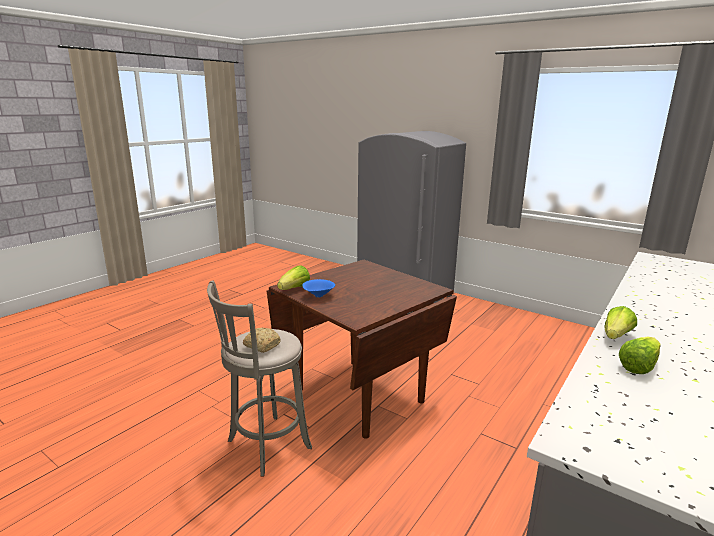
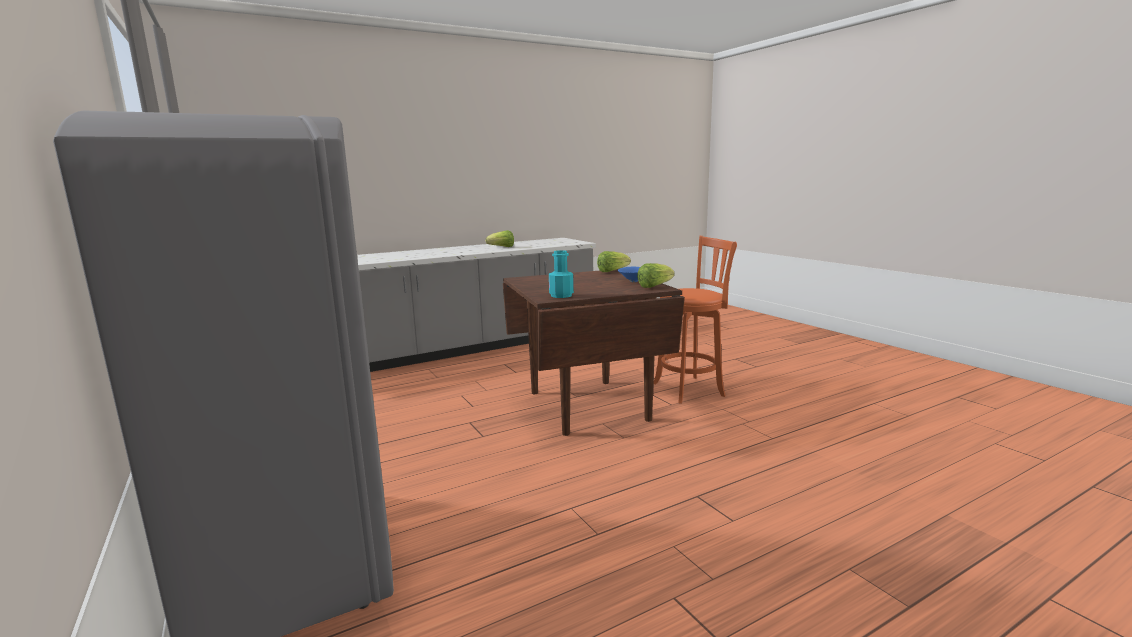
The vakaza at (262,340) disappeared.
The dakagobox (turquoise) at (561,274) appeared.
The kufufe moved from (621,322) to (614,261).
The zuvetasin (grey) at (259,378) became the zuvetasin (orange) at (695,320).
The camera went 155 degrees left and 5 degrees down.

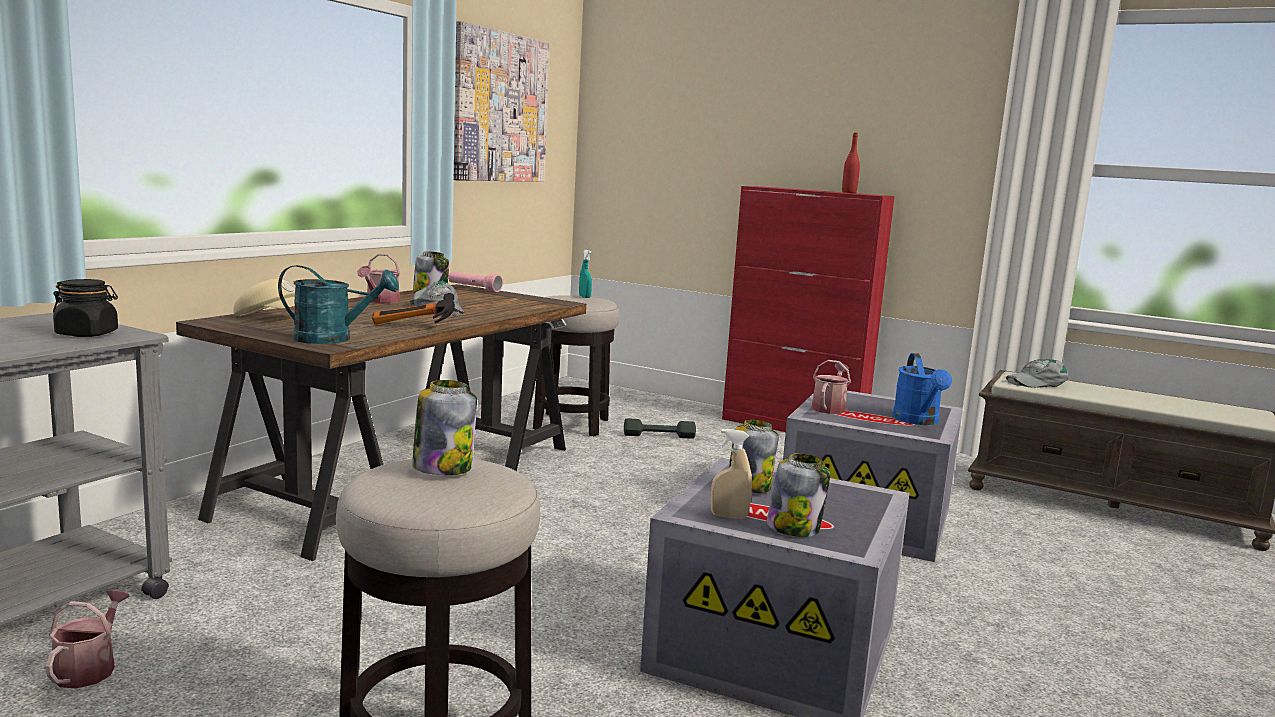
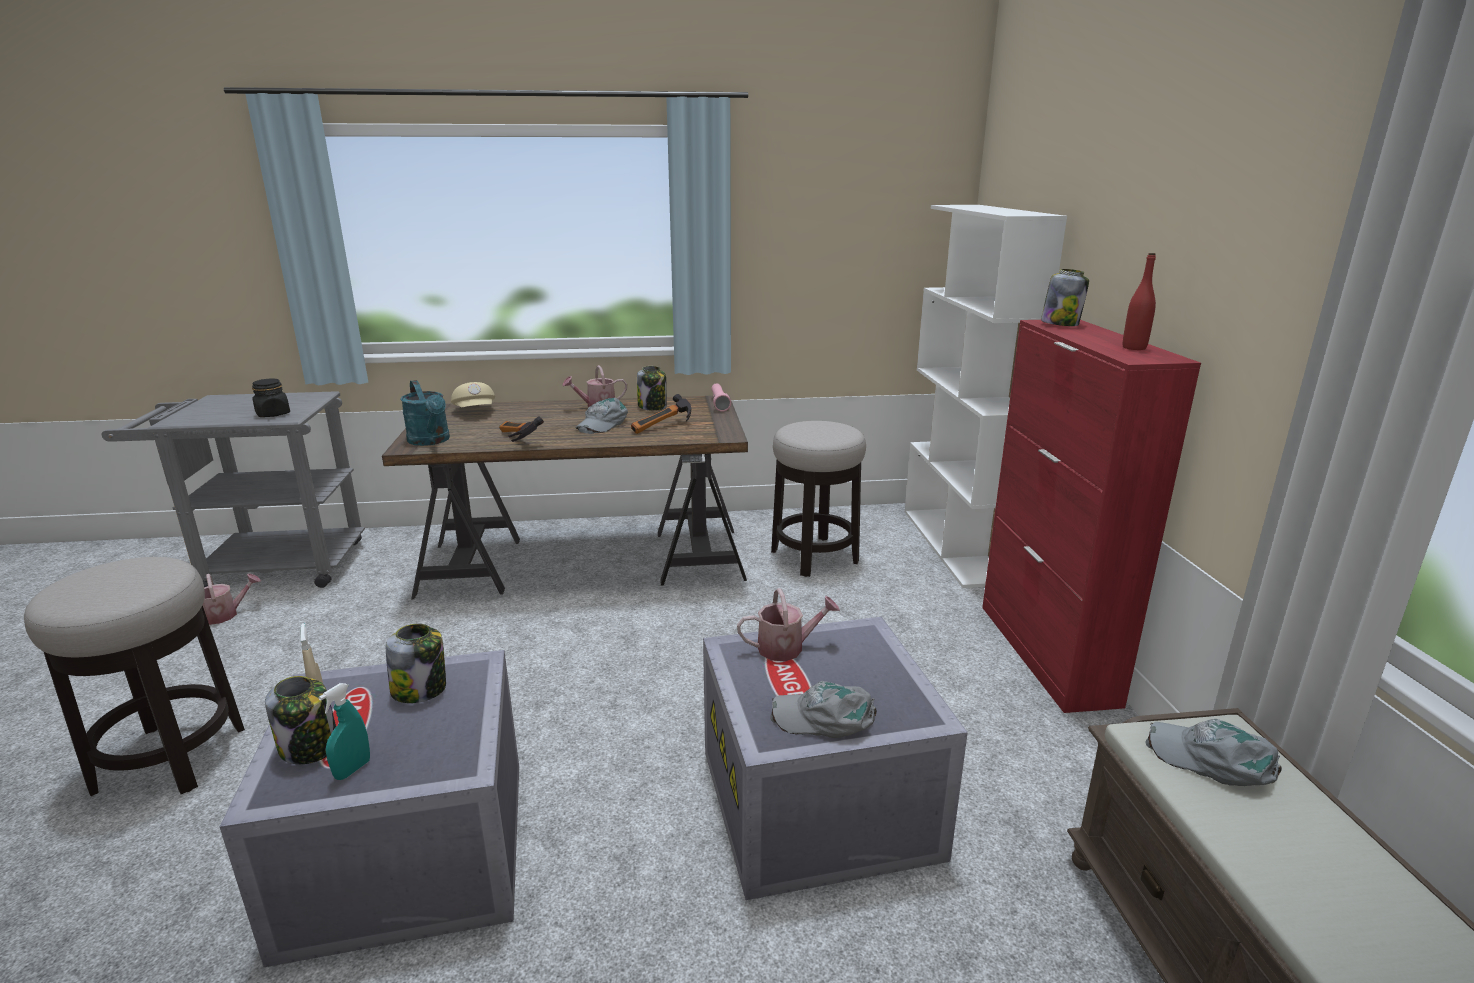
The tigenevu at (502,101) disappeared.
The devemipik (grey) at (660,428) disappeared.
The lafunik at (661,414) appeared.
The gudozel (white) at (986,396) appeared.
The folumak moved from (444,427) to (1065,297).
The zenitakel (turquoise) moved from (585,274) to (344,731).
The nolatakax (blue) at (922,389) was replaced by the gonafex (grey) at (823,709).
The camera went 55 degrees right and 10 degrees up.

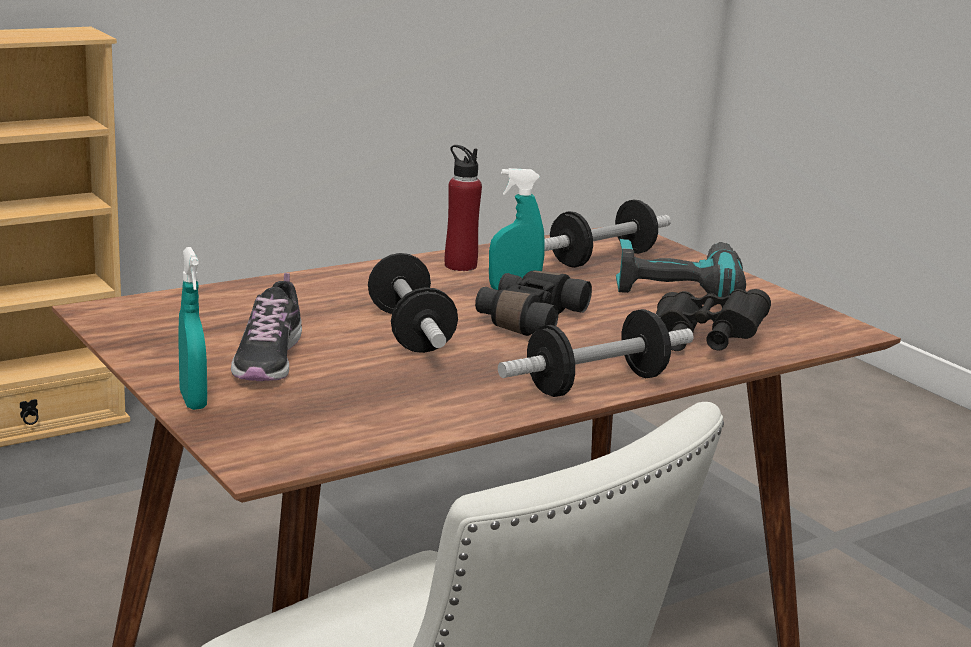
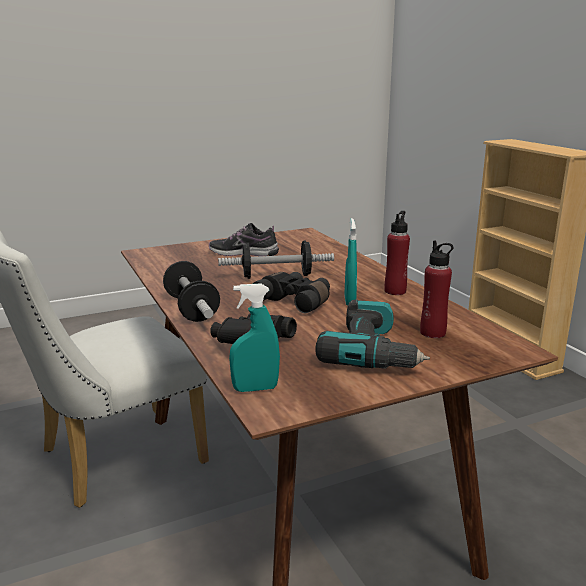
The zenitakel (turquoise) moved from (192,328) to (254,338).
The devemipik at (608,234) was replaced by the dakagobox (red) at (436,289).
The camera went 100 degrees right and 0 degrees up.

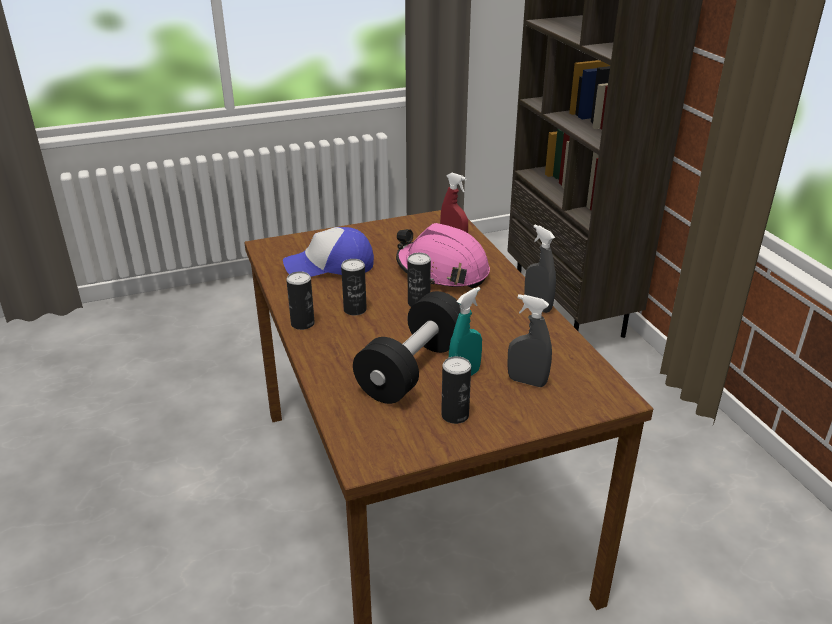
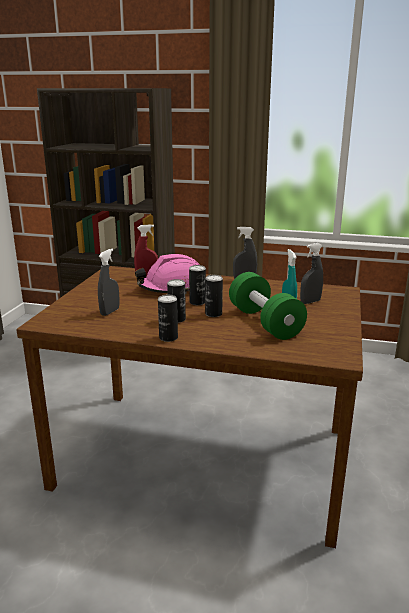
The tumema moved from (456,390) to (214,296).
The gonafex at (328,252) was replaced by the zenitakel (grey) at (109,282).
The devemipik (black) at (407,347) became the devemipik (green) at (268,306).
The camera went 55 degrees left and 10 degrees down.

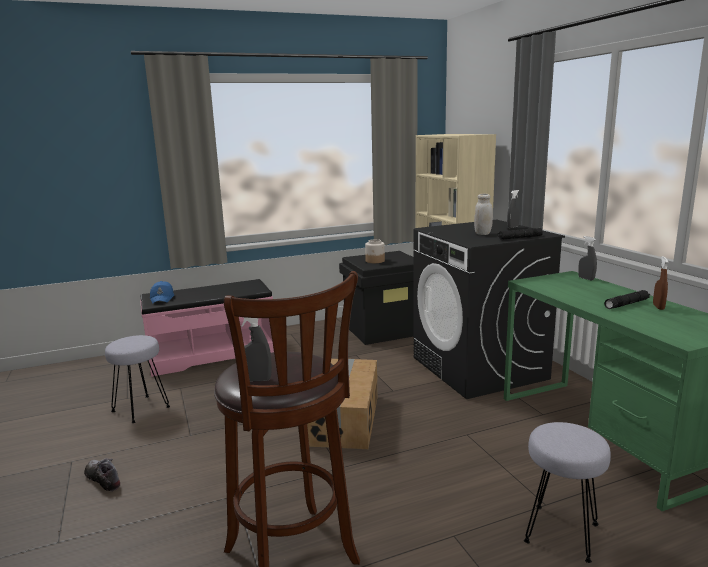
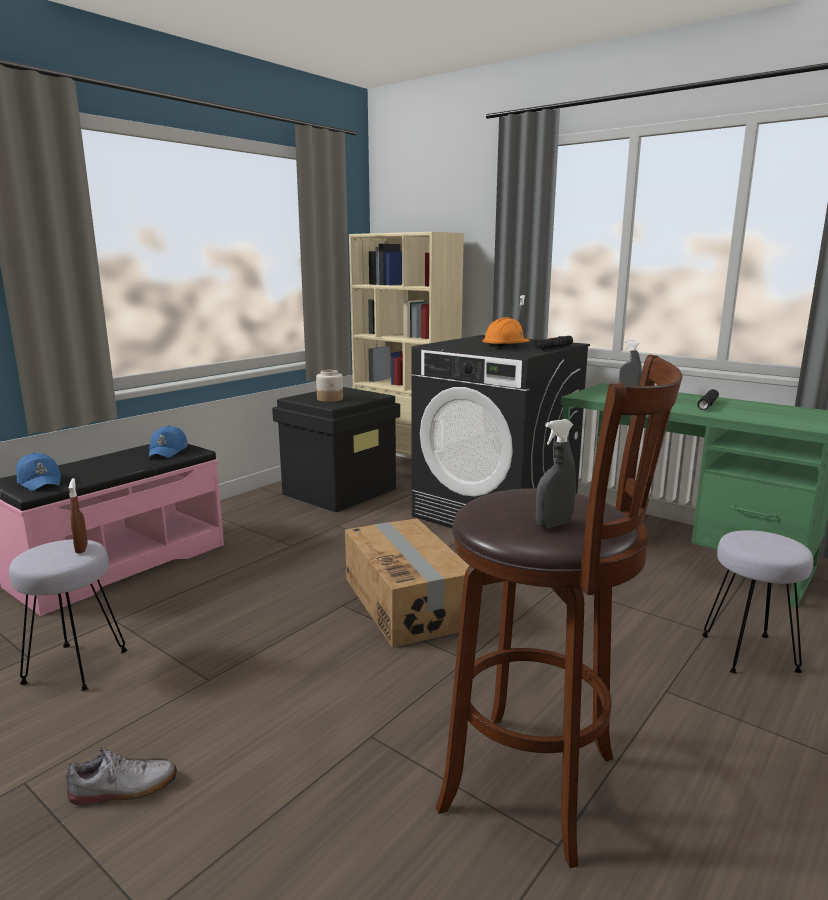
The gonafex (blue) at (168,442) appeared.
The zenitakel (brown) moved from (661,283) to (78,516).
The folumak (white) at (483,214) was replaced by the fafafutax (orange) at (506,332).
The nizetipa at (102,475) turned 150 degrees clockwise.
The camera went 30 degrees left and 0 degrees up.

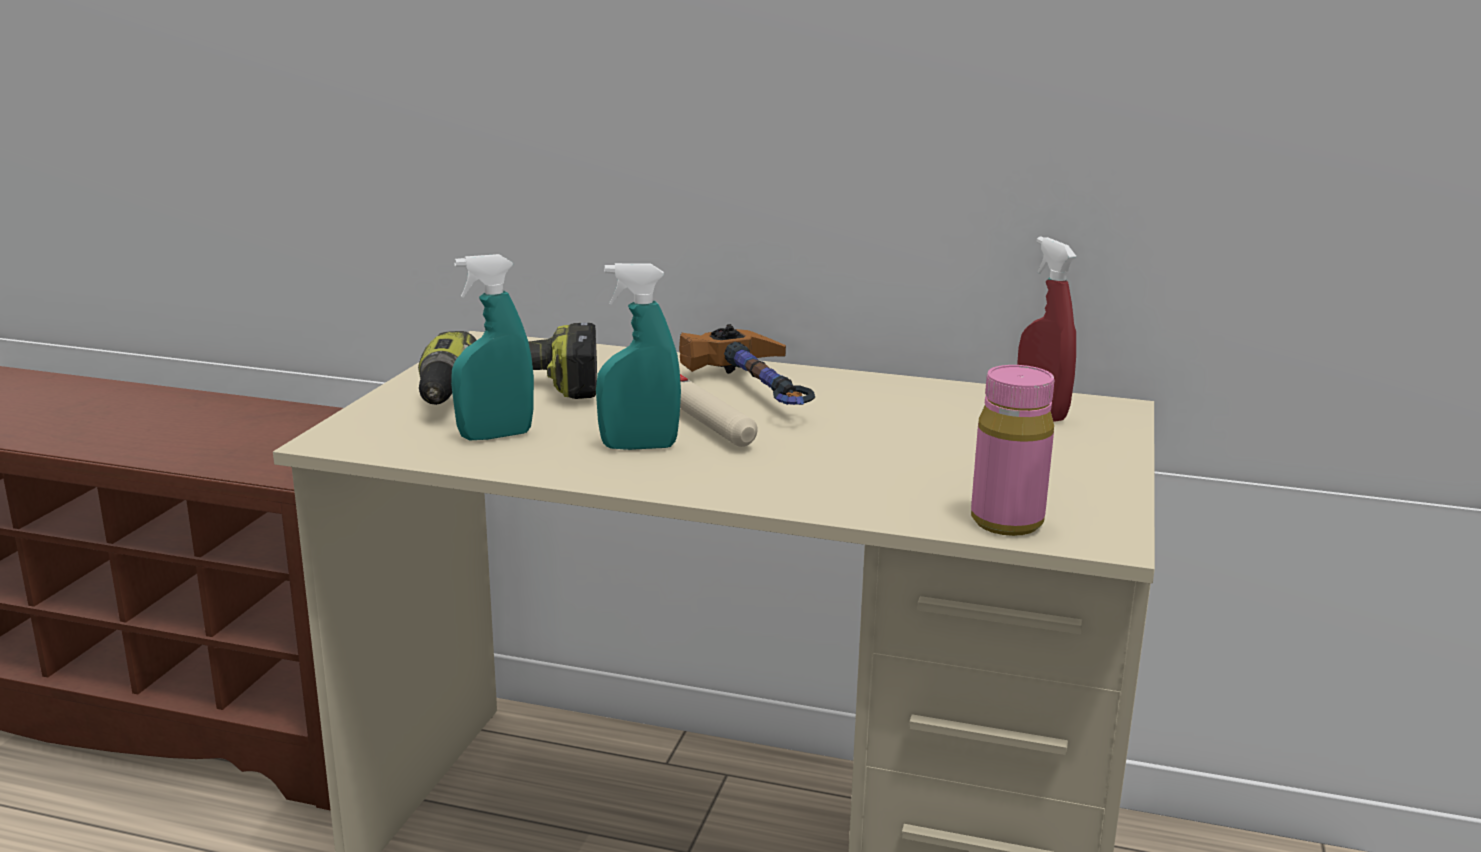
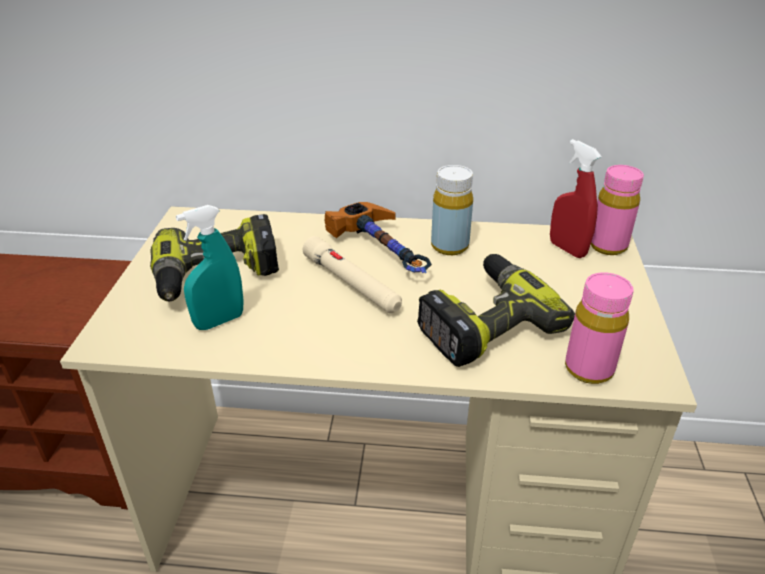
The zenitakel (turquoise) at (638,356) disappeared.
The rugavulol at (496,310) appeared.
The dakagobox (yellow) at (452,210) appeared.
The dakagobox (pink) at (617,210) appeared.
The camera went 10 degrees left and 15 degrees up.

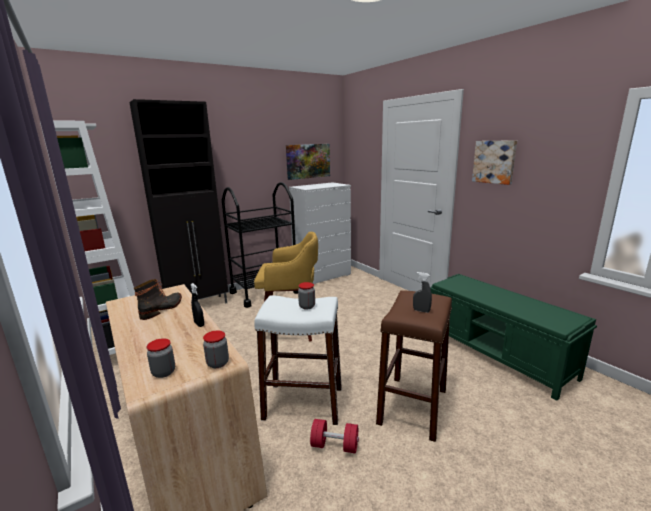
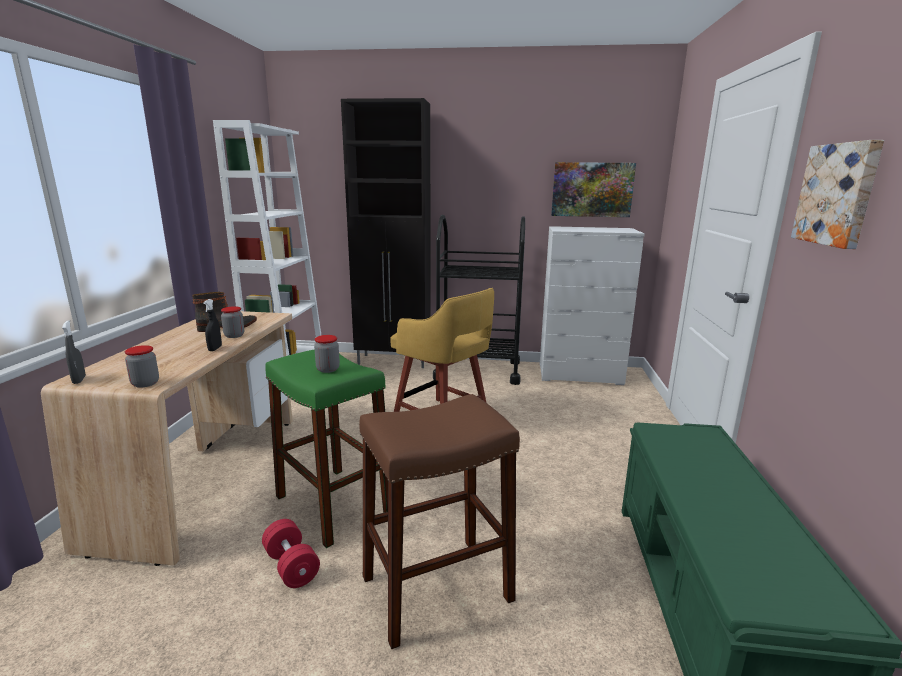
The folumak moved from (161,358) to (232,322).
The zenitakel (grey) moved from (422,292) to (74,352).
The zuvetasin (white) at (298,360) became the zuvetasin (green) at (326,448).
The camera went 40 degrees right and 0 degrees up.

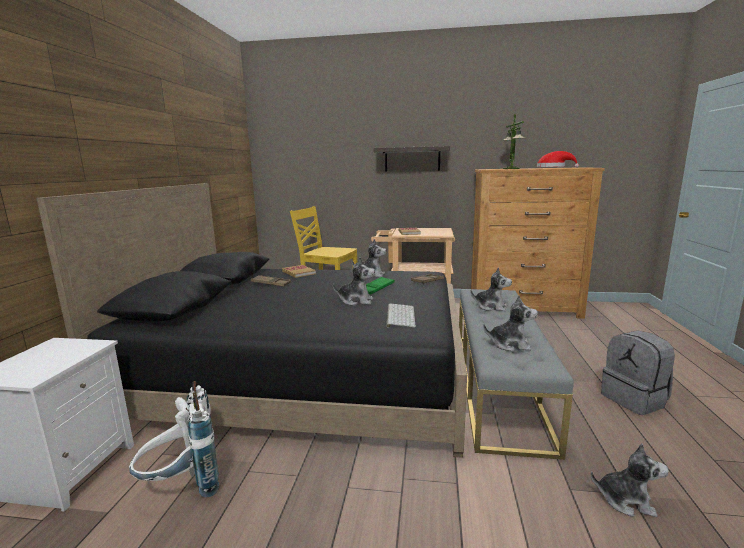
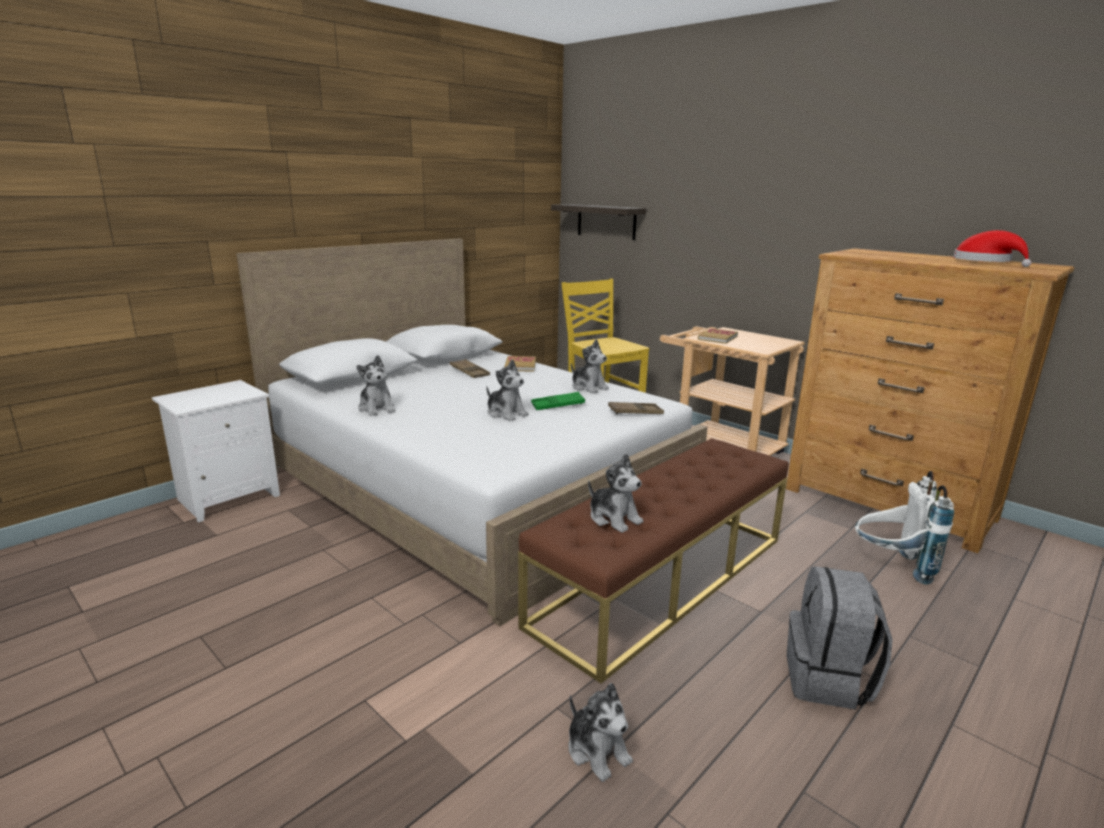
The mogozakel at (401,315) disappeared.
The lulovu at (514,141) disappeared.
The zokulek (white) moved from (174,439) to (904,528).
The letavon moved from (412,159) to (598,222).
The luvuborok moved from (491,289) to (376,385).
The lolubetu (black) at (251,320) became the lolubetu (white) at (472,432).
The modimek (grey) at (516,374) became the modimek (brown) at (653,561).
The camera went 35 degrees right and 5 degrees up.

